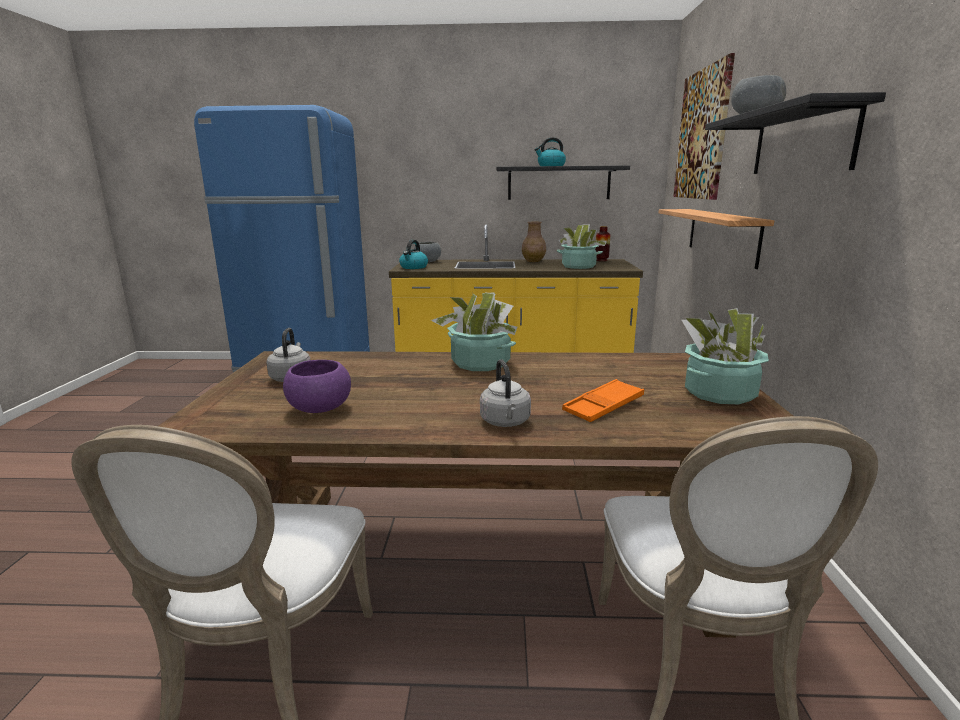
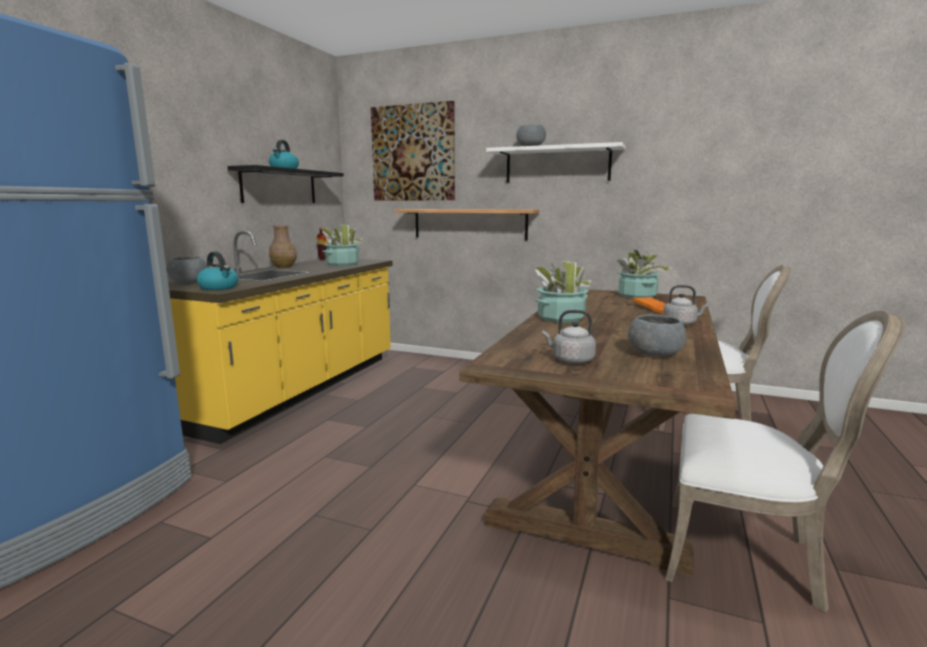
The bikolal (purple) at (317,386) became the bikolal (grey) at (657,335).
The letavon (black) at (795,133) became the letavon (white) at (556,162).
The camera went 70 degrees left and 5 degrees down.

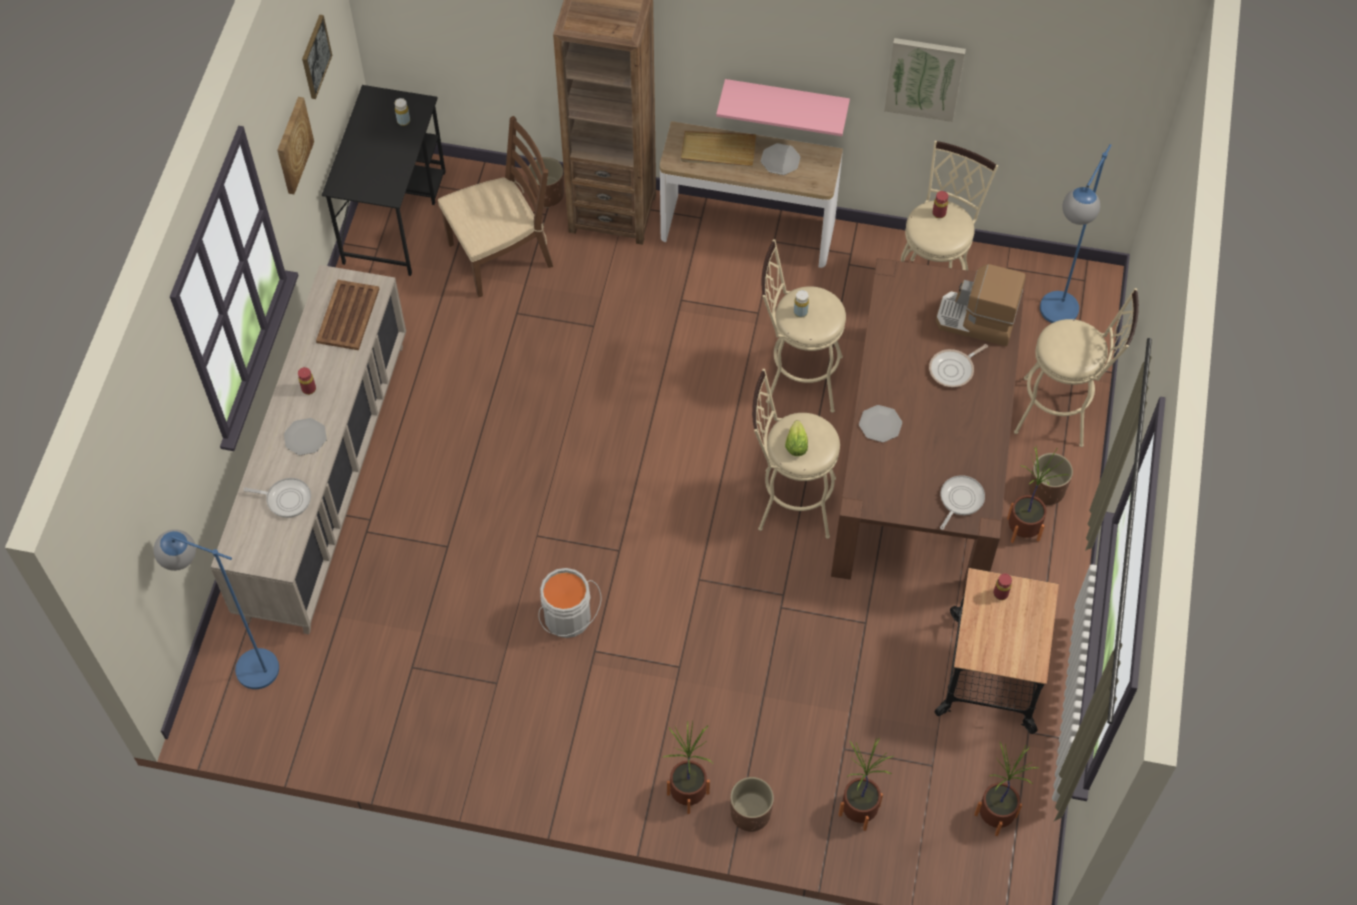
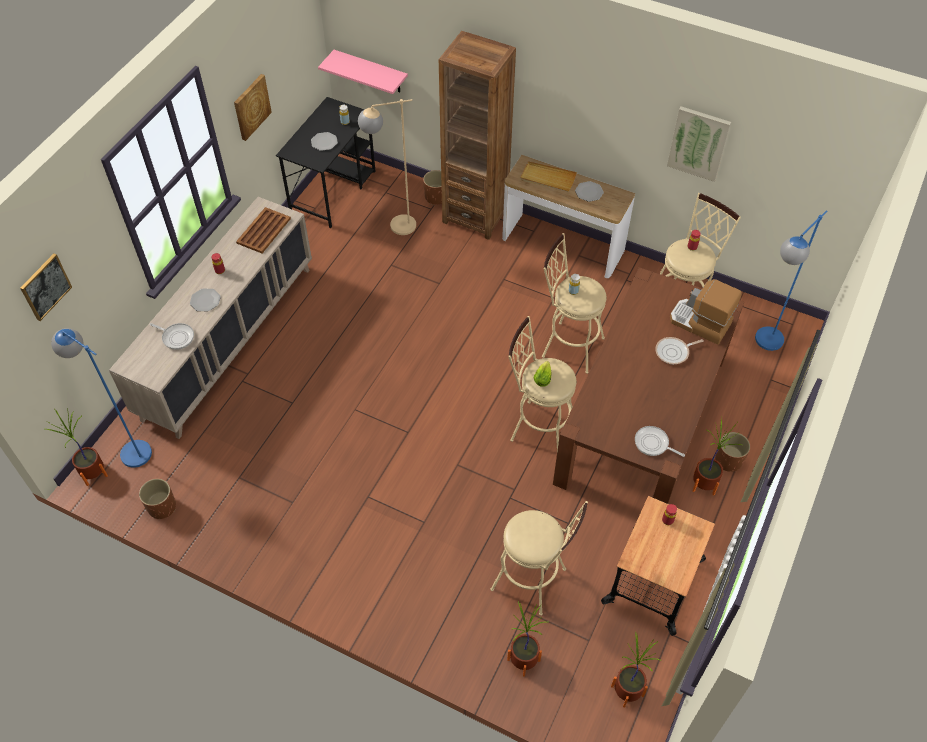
The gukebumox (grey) at (569,603) disappeared.
The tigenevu moved from (317,57) to (46,287).
The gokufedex moved from (688,767) to (77,447).
The letavon (pink) moved from (783,107) to (363,72).
The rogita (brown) moved from (752,804) to (157,498).
The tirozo moved from (880,423) to (324,141).
The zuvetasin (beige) moved from (1076,367) to (539,558).
The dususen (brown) at (495,206) was replaced by the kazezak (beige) at (387,167).
The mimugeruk at (962,502) turned 105 degrees counterclockwise.
The camera went 15 degrees right and 5 degrees down.

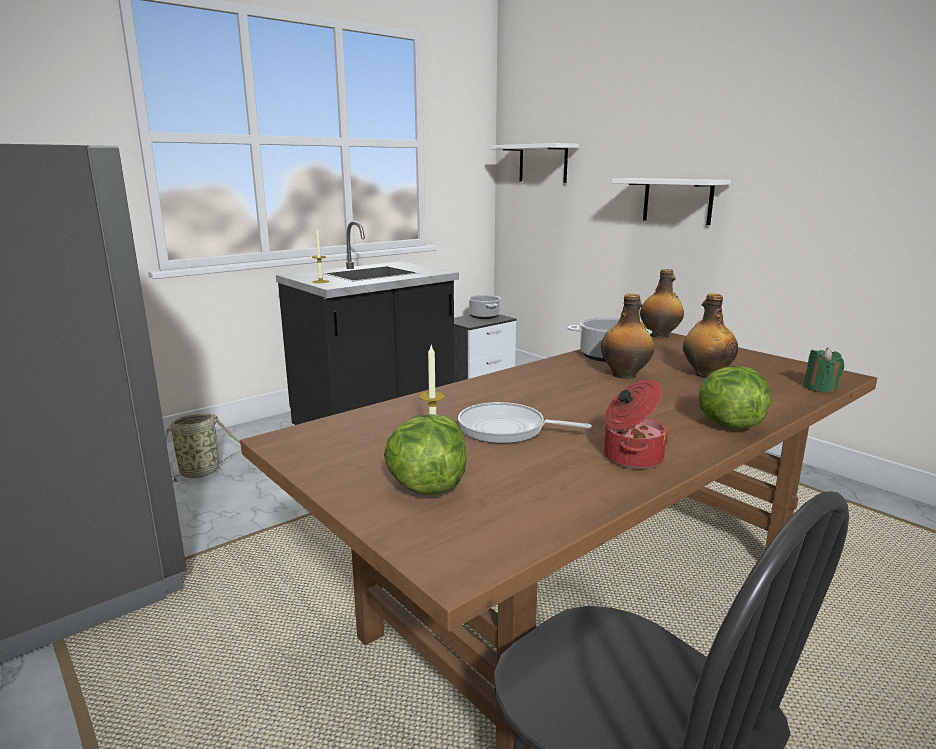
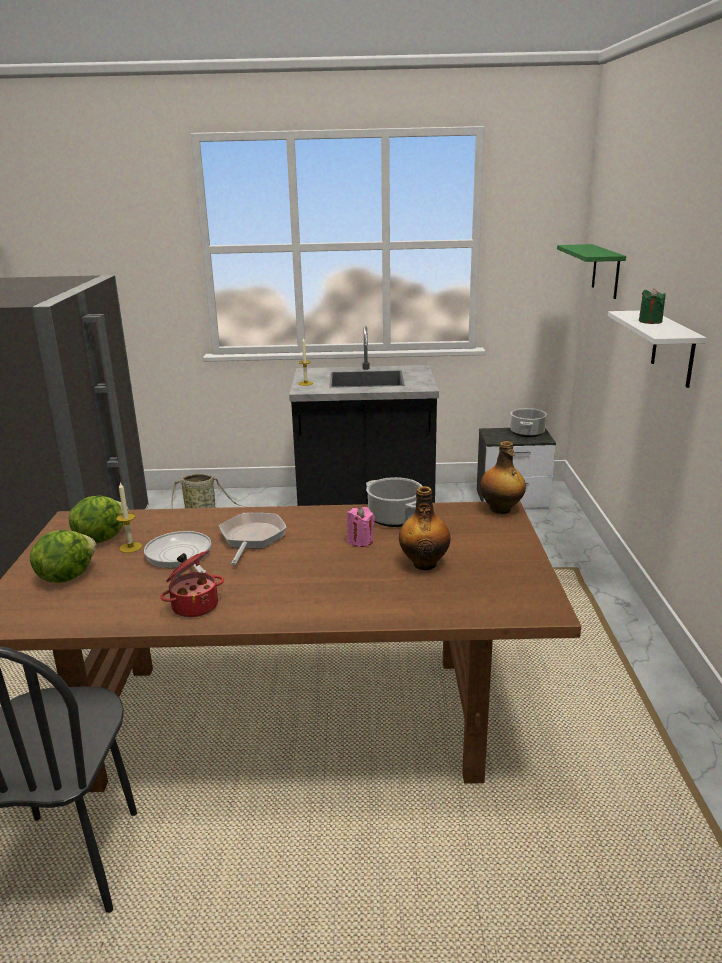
The mimugeruk at (253,539) appeared.
The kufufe moved from (734,397) to (99,519).
The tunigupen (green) moved from (823,370) to (652,306).
The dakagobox at (627,336) was replaced by the tunigupen (pink) at (361,527).
The letavon (white) at (534,163) became the letavon (green) at (591,271).
The camera went 40 degrees right and 5 degrees up.

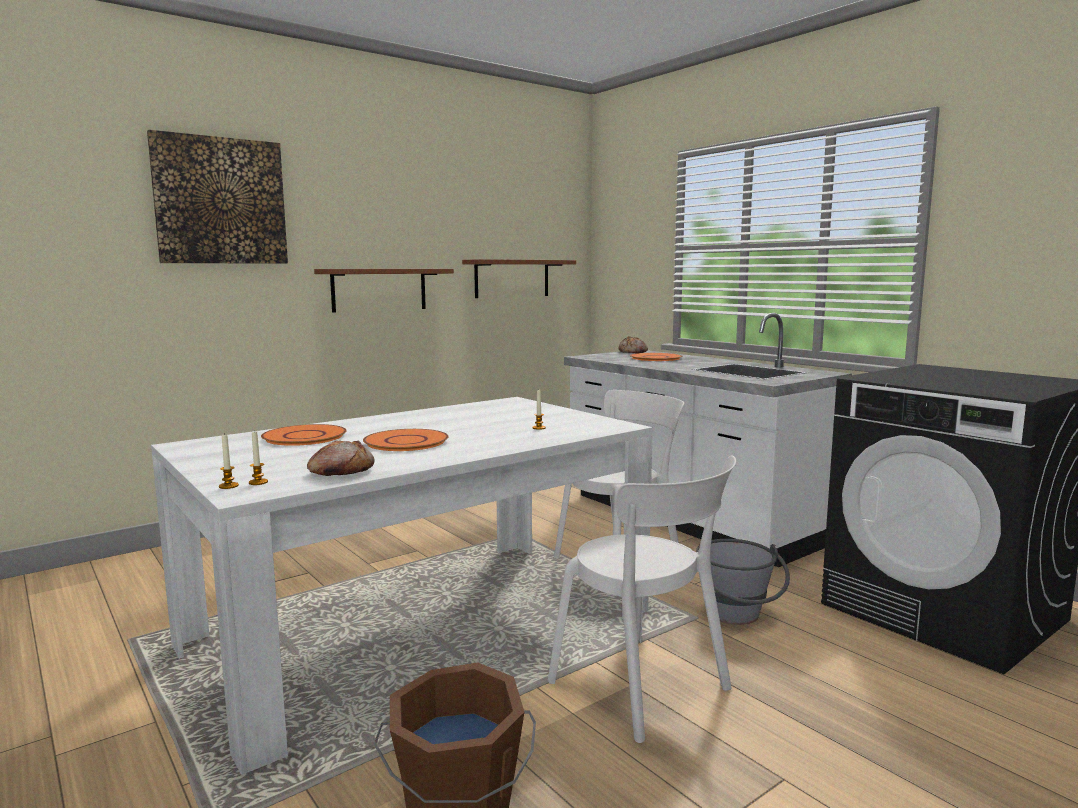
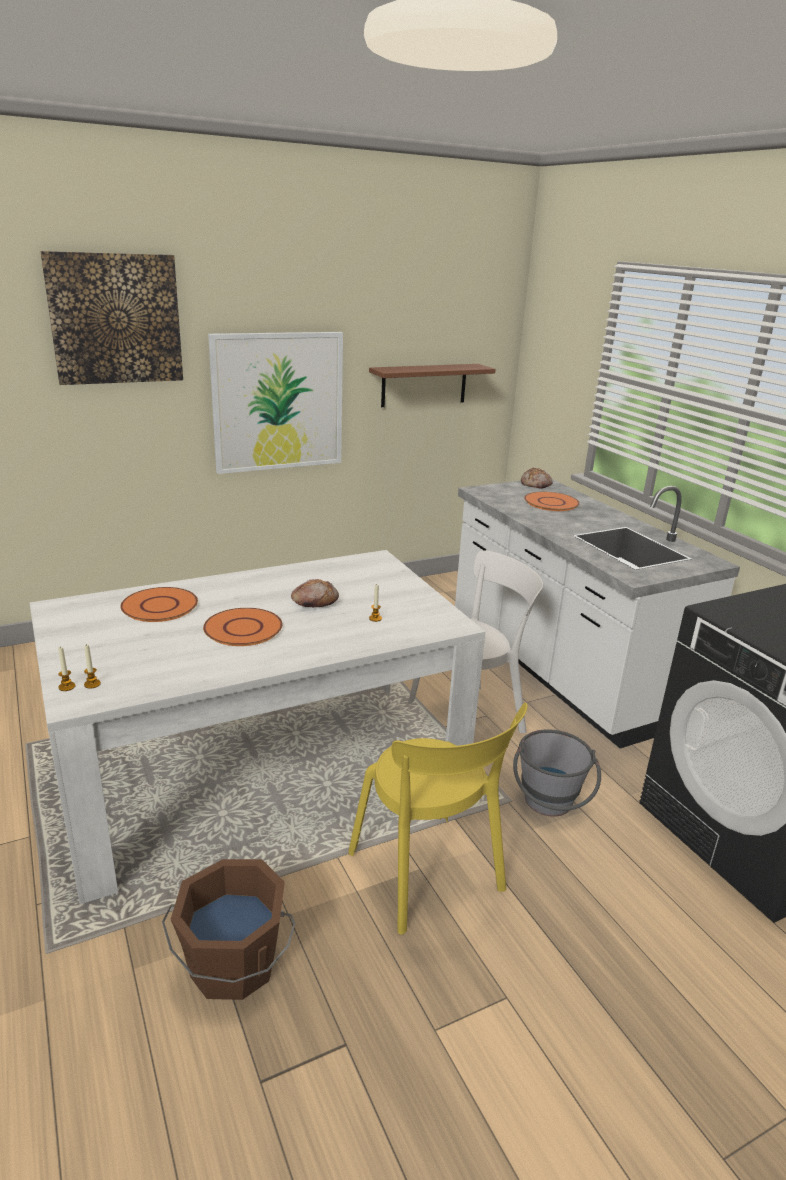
The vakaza moved from (341,458) to (315,593).
The letavon (brown) at (384,291) was replaced by the tigenevu at (275,403).
The dususen (white) at (642,599) became the dususen (yellow) at (438,819).
The camera went 10 degrees right and 15 degrees up.

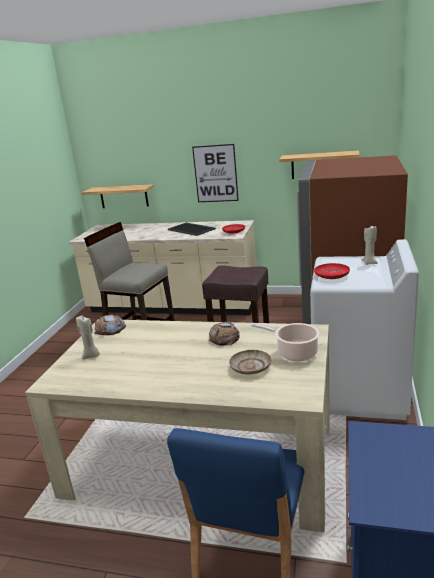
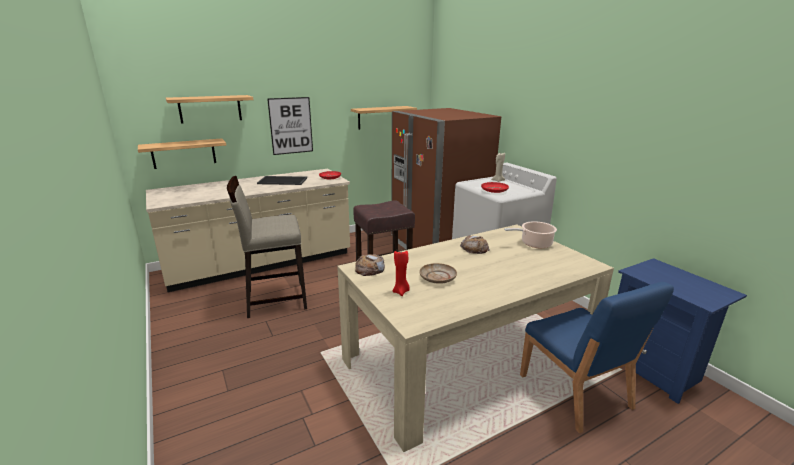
The letavon at (209,109) appeared.
The tirozo (beige) moved from (250,362) to (438,273).
The tunigupen (beige) at (88,337) became the tunigupen (red) at (401,273).
The camera went 45 degrees left and 0 degrees up.

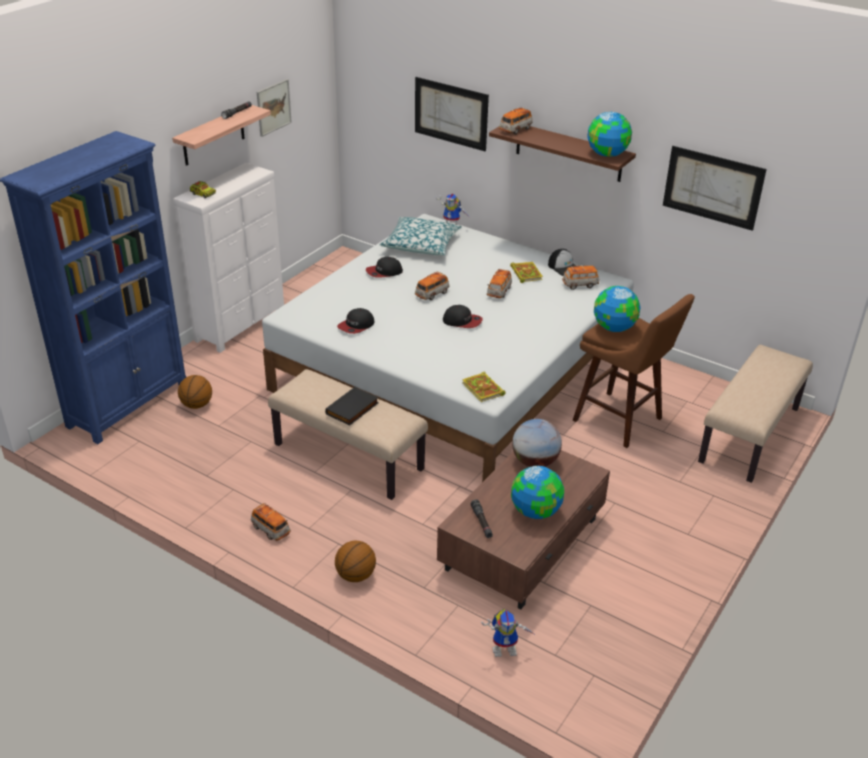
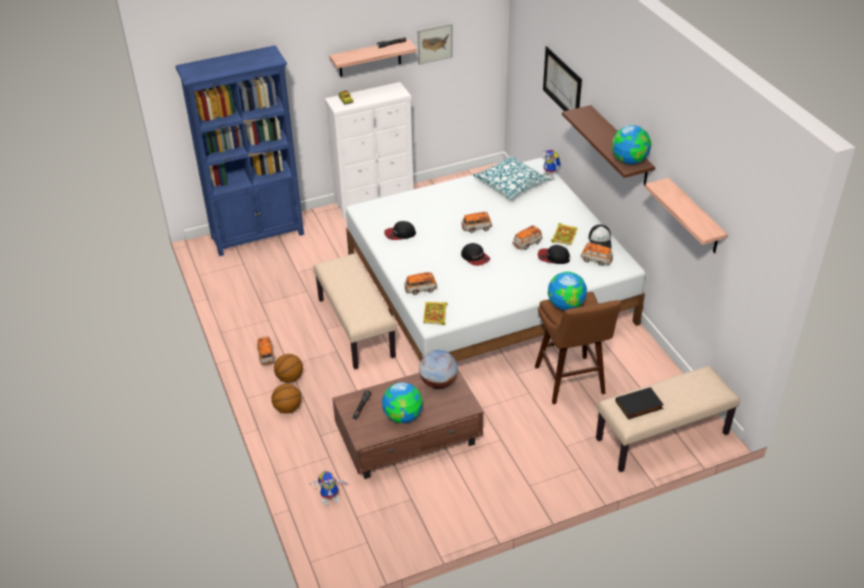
The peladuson moved from (195,392) to (288,368).
The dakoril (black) moved from (352,406) to (640,403).
The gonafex moved from (384,267) to (554,254).
The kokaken moved from (516,120) to (420,283).
The tigenevu at (715,188) was replaced by the letavon at (686,215).
The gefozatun at (507,633) turned 45 degrees counterclockwise.
The camera went 35 degrees right and 5 degrees up.

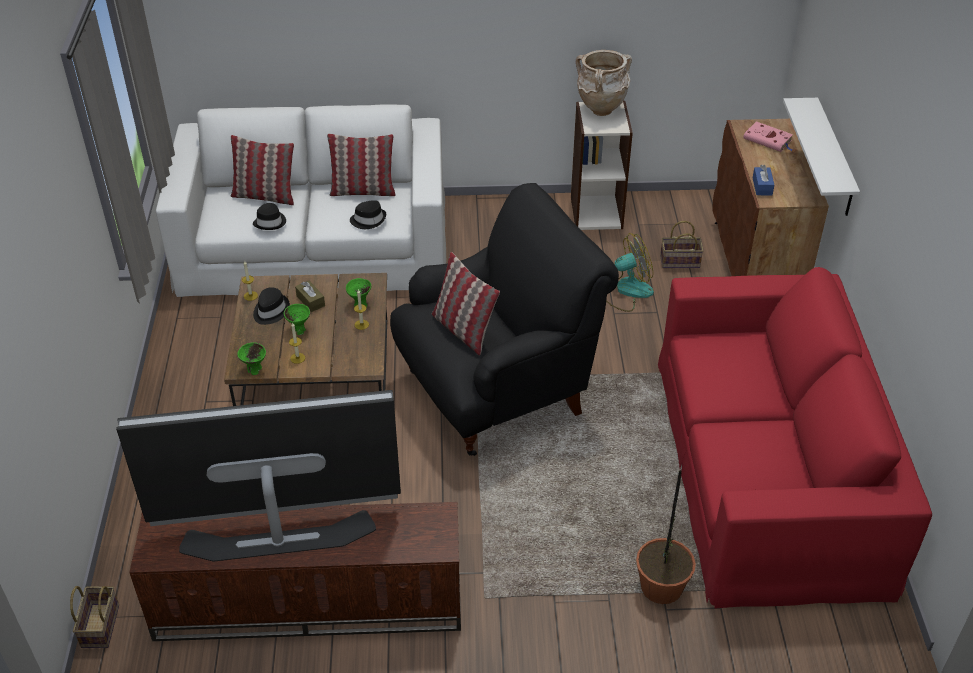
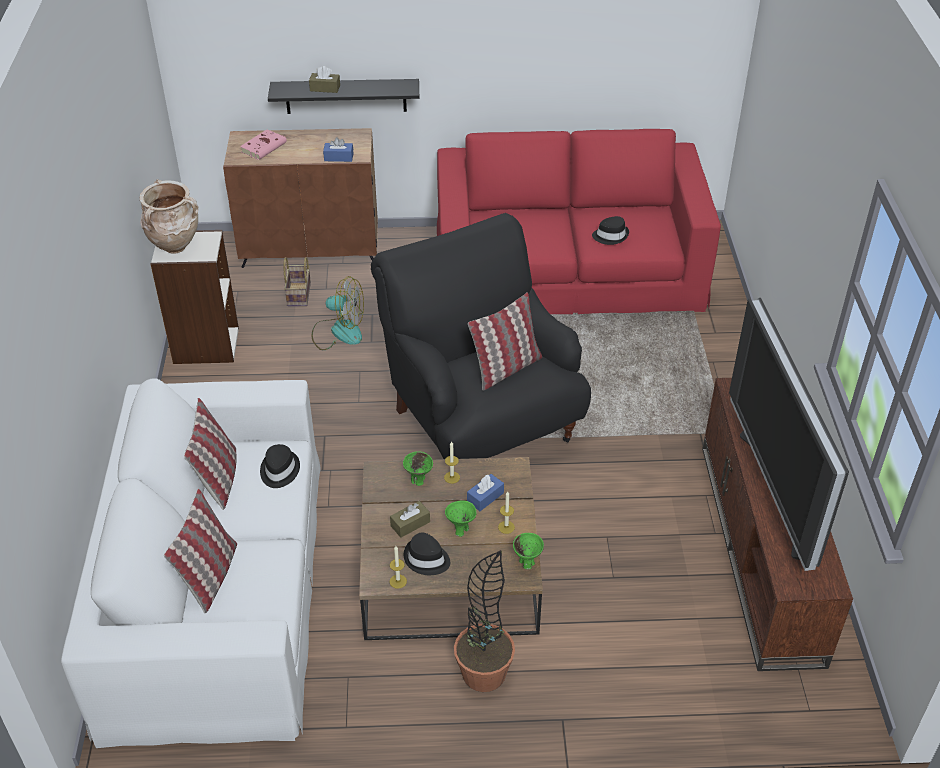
The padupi at (94,617) disappeared.
The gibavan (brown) at (324,79) appeared.
The gibavan (blue) at (485,492) appeared.
The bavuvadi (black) moved from (269,216) to (610,230).
The gokufedex moved from (666,537) to (484,621).
The letavon (white) at (821,157) became the letavon (black) at (343,96).
The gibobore at (630,272) turned 120 degrees clockwise.
The camera went 90 degrees left and 0 degrees up.

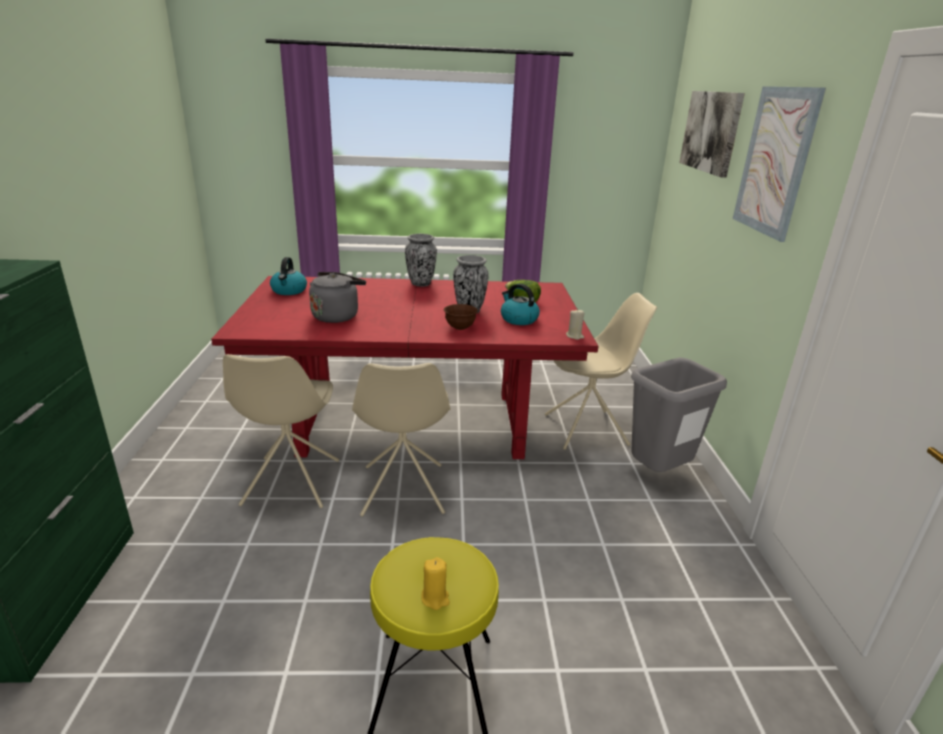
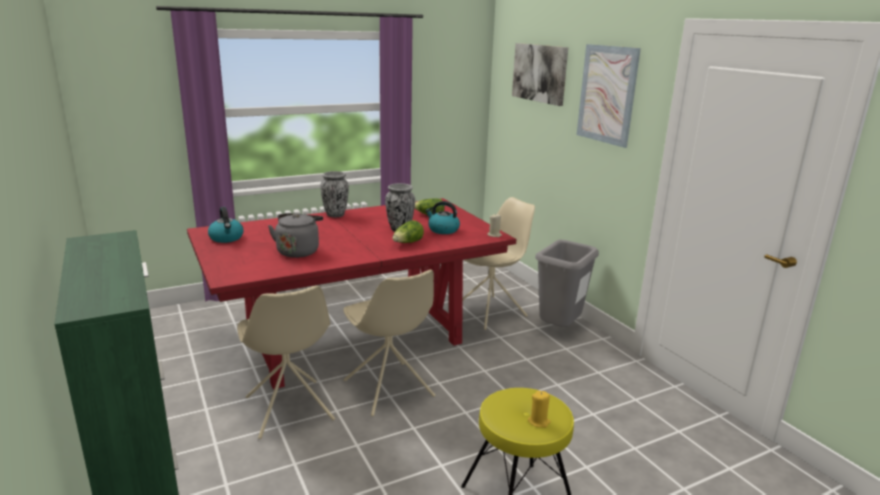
The bikolal (brown) at (461,317) was replaced by the kufufe at (408,231).
The camera went 25 degrees left and 5 degrees down.

